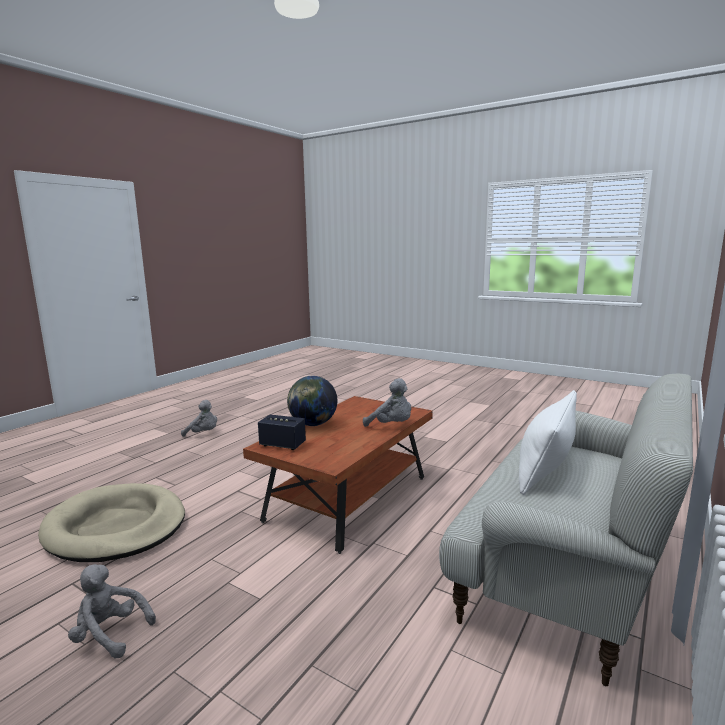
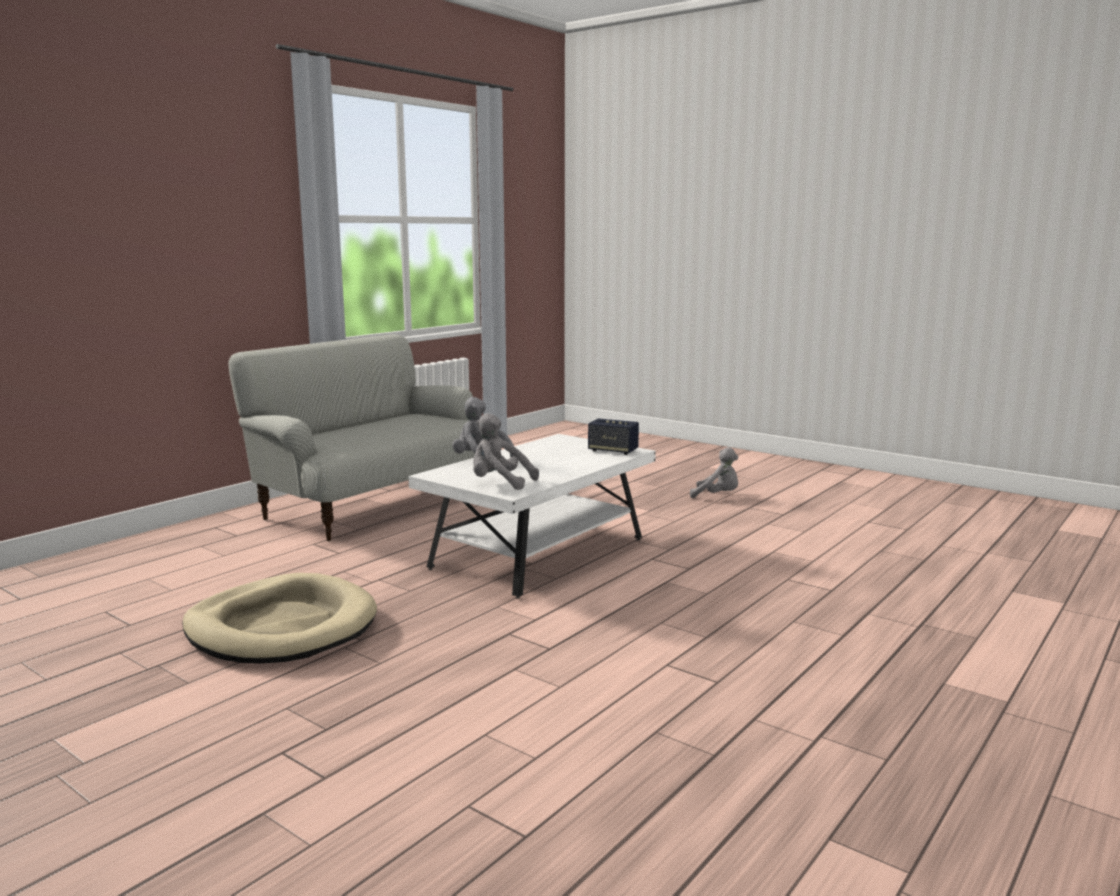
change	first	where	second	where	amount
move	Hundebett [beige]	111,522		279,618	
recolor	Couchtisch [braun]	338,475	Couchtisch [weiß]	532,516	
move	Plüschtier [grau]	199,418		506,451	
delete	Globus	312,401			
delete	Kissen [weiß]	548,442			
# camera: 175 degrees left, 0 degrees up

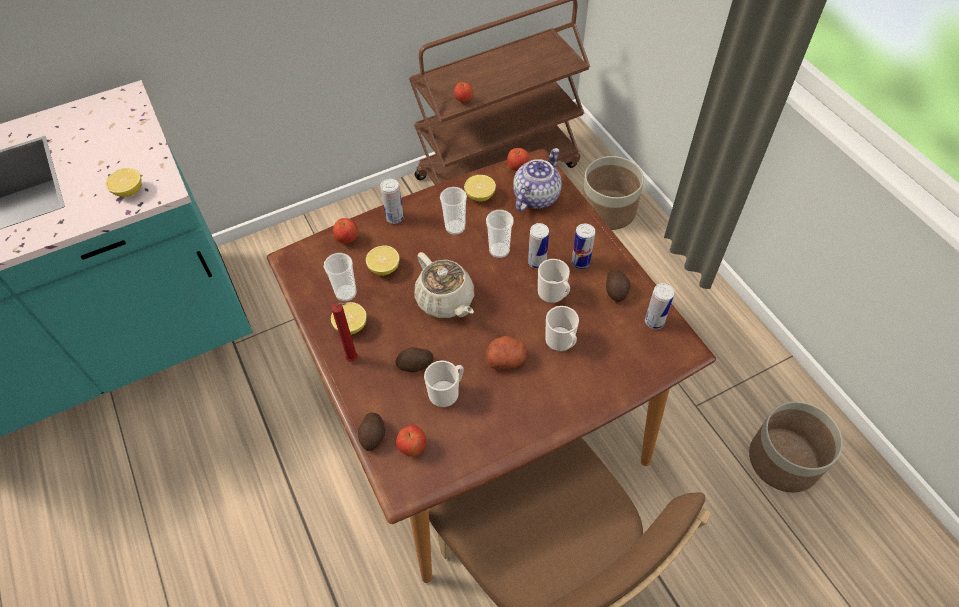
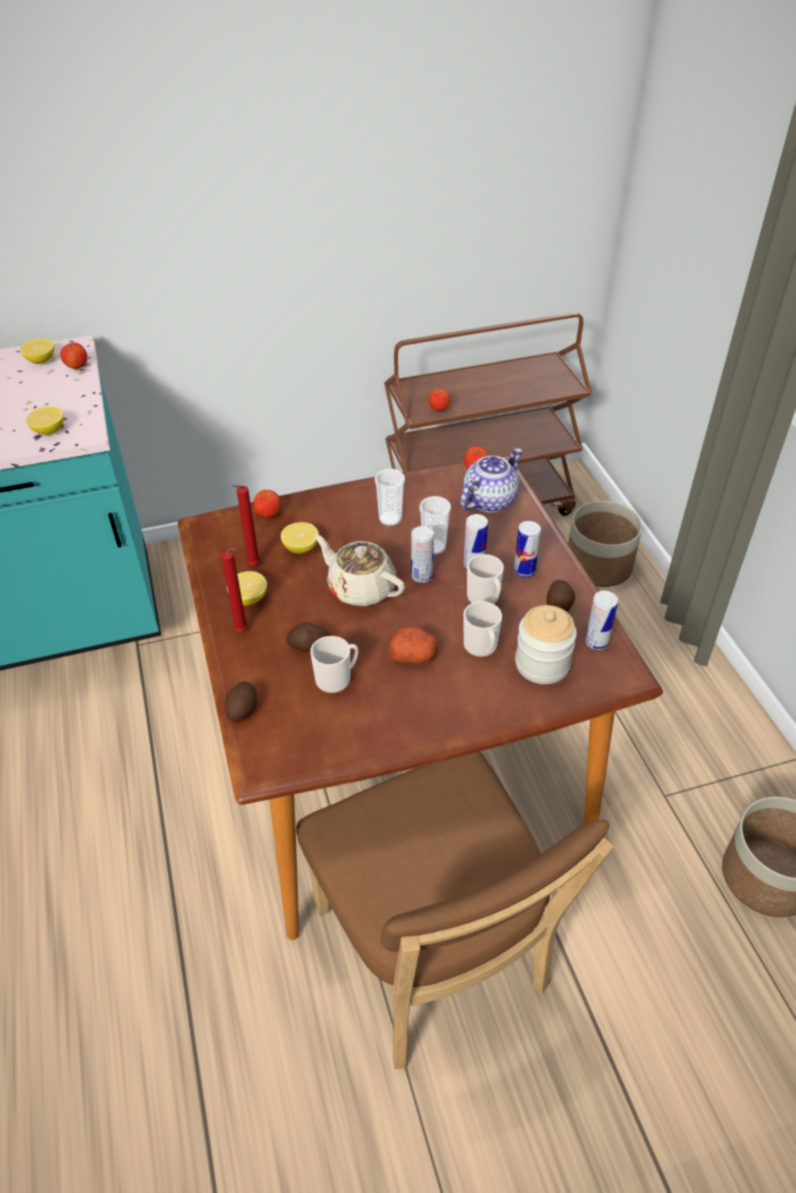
change	first	where	second	where	amount
move	Zitrone	480,188		37,351	
move	Apfel	411,441		74,356	
replace	Tasse	340,277	Kerze [rot]	246,525	
rotate	Teekanne [beige]	444,285		359,570	150 degrees clockwise
move	Dose	392,201		422,554	
insert			Vorratsglas	546,644	
# camera: 10 degrees right, 10 degrees down

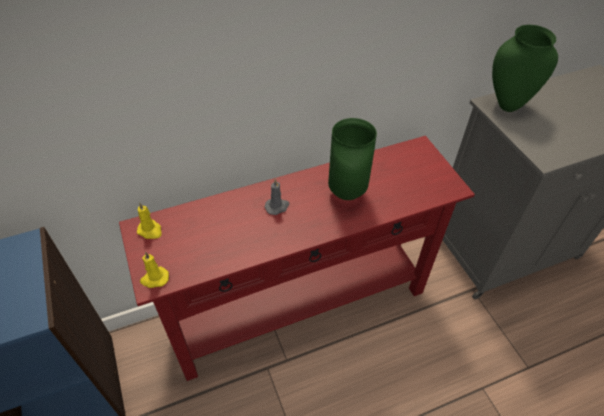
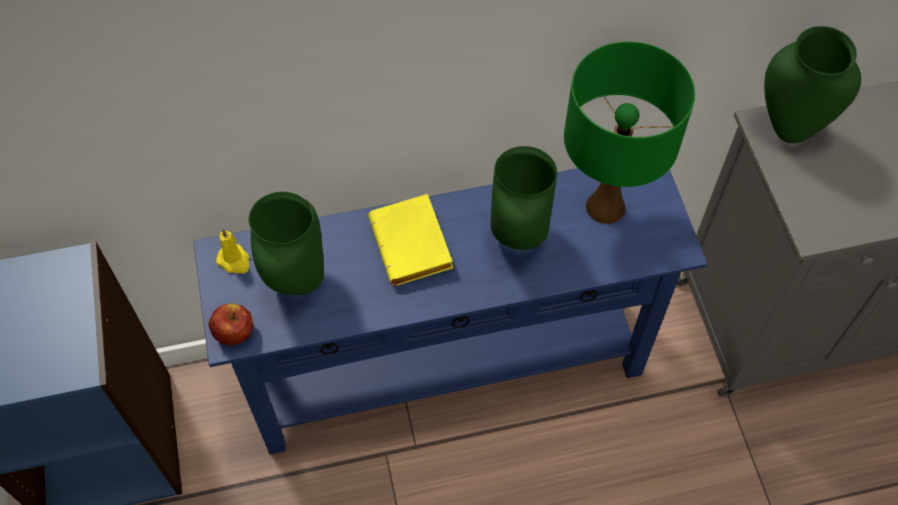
change	first	where	second	where	amount
recolor	Konsolentisch [rot]	297,258	Konsolentisch [blau]	450,311	
replace	Kerze [gelb]	154,270	Apfel	231,324	
insert			Vase [grün]	286,243	
replace	Kerze [grau]	277,197	Buch [gelb]	410,240	
insert			Tischlampe [grün]	629,133	
# camera: 10 degrees right, 10 degrees up

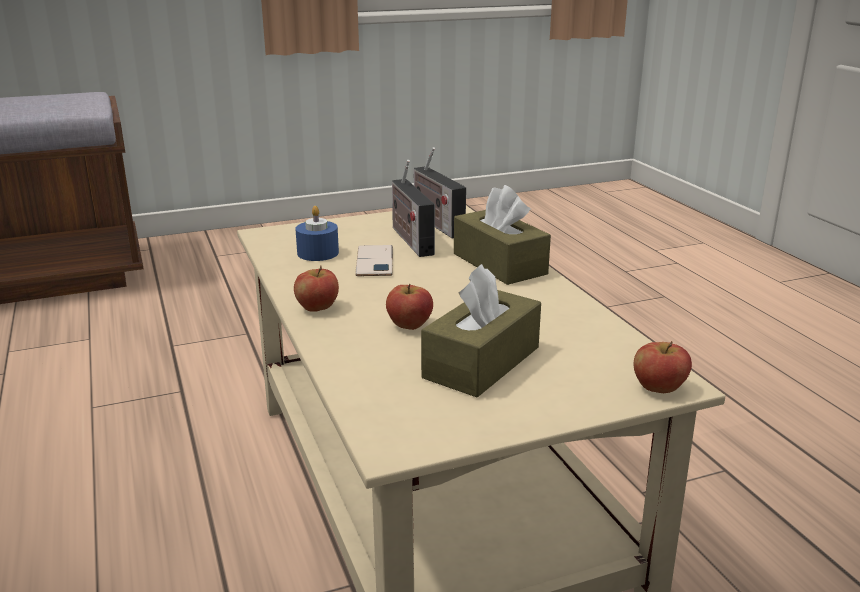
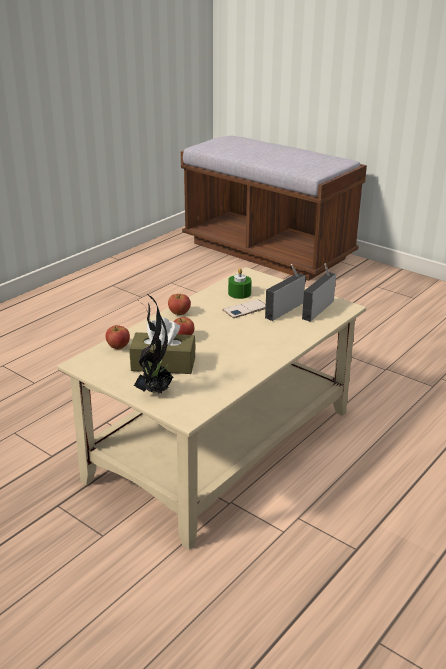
change	first	where	second	where	amount
move	Apfel	663,367		117,337	
insert			Topfpflanze	153,343	
recolor	Kerze [blau]	317,233	Kerze [grün]	240,283	
delete	Taschentuchbox [braun]	502,235			
# camera: 60 degrees right, 5 degrees up

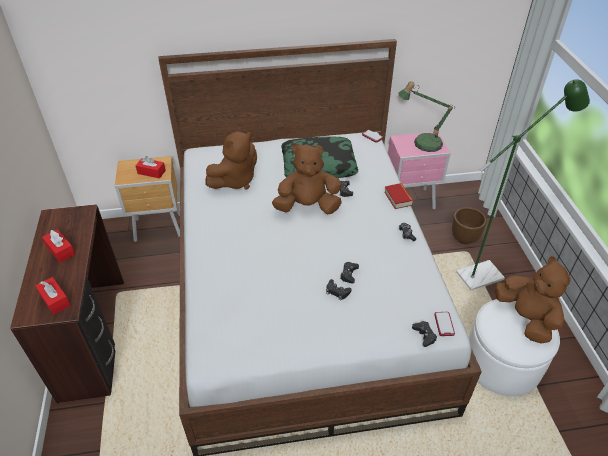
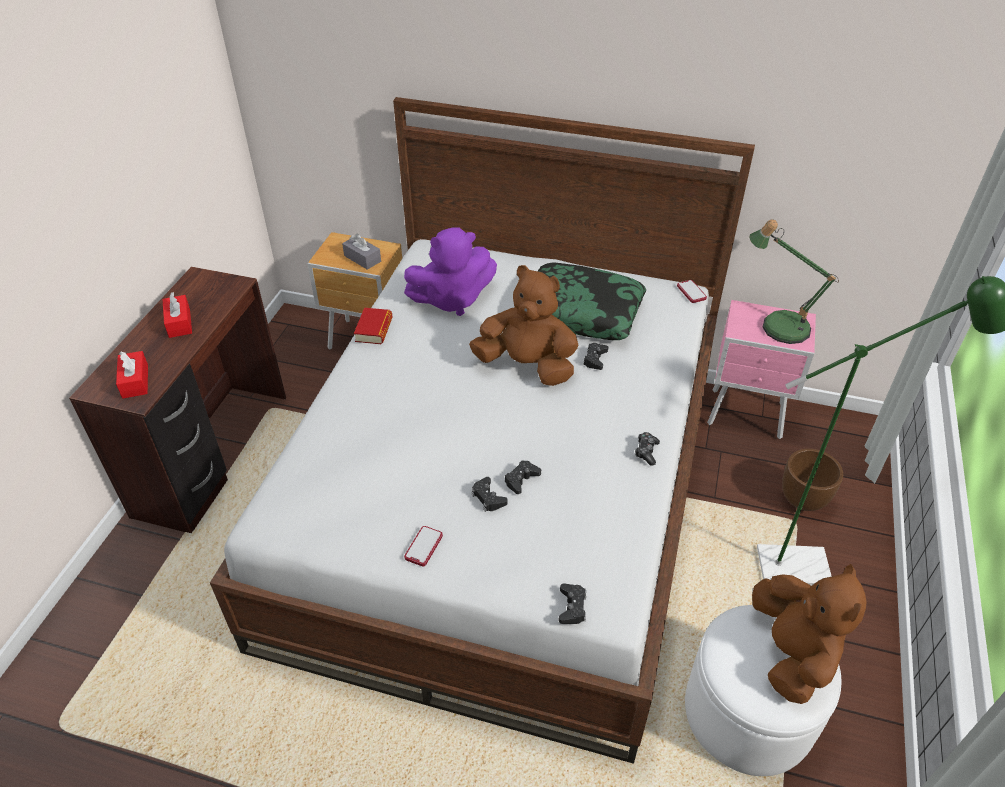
change	first	where	second	where	amount
recolor	Taschentuchbox [rot]	150,167	Taschentuchbox [grau]	361,252	
move	Buch	398,196		373,326	
recolor	Plüschtier [braun]	231,160	Plüschtier [lila]	450,271	
move	Handy	444,324		423,546	
# camera: 25 degrees right, 0 degrees up

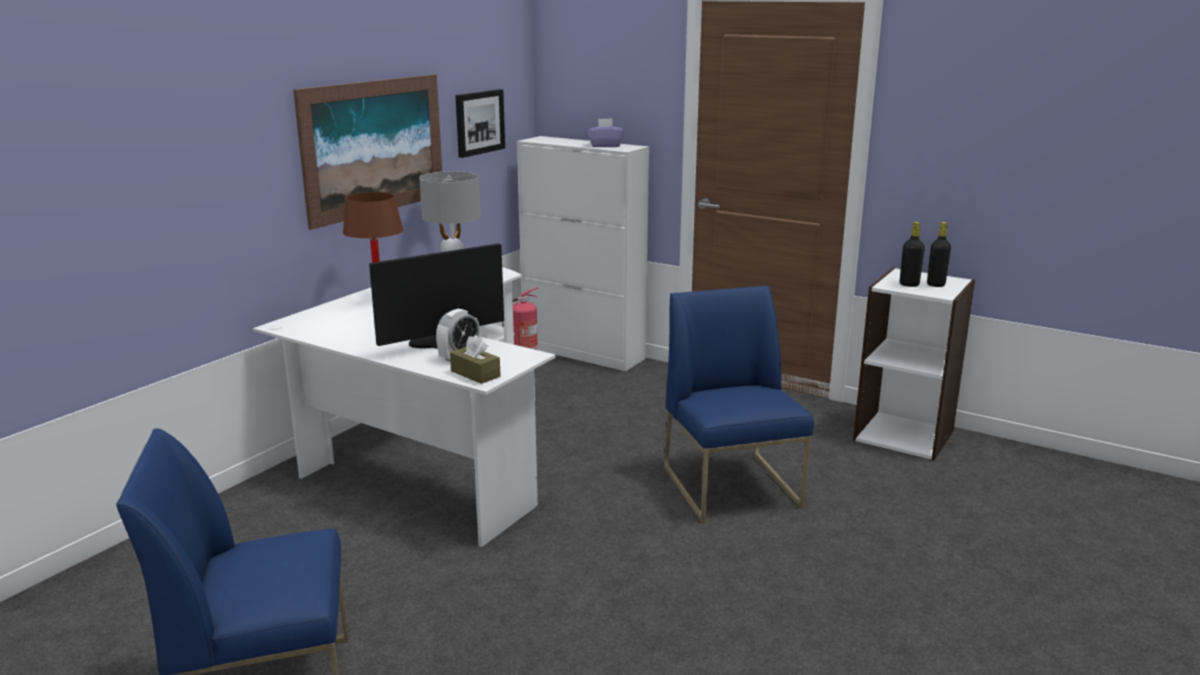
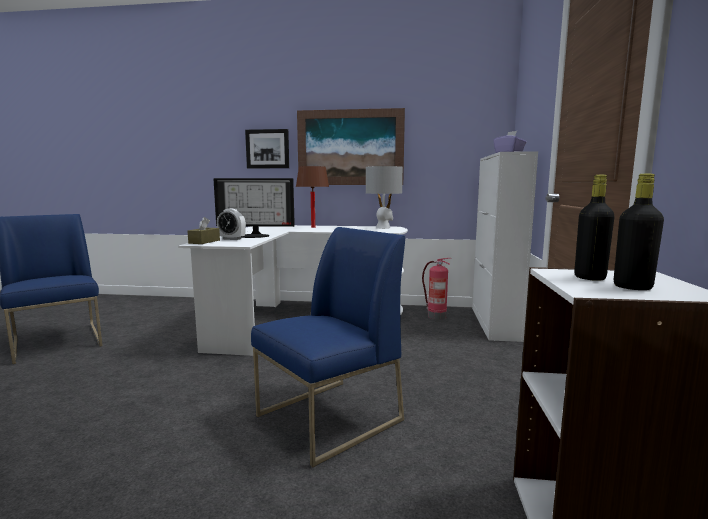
change	first	where	second	where	amount
rotate	Monitor	436,296		254,208	150 degrees clockwise
move	Bild	480,123		267,148	
# camera: 65 degrees right, 10 degrees down

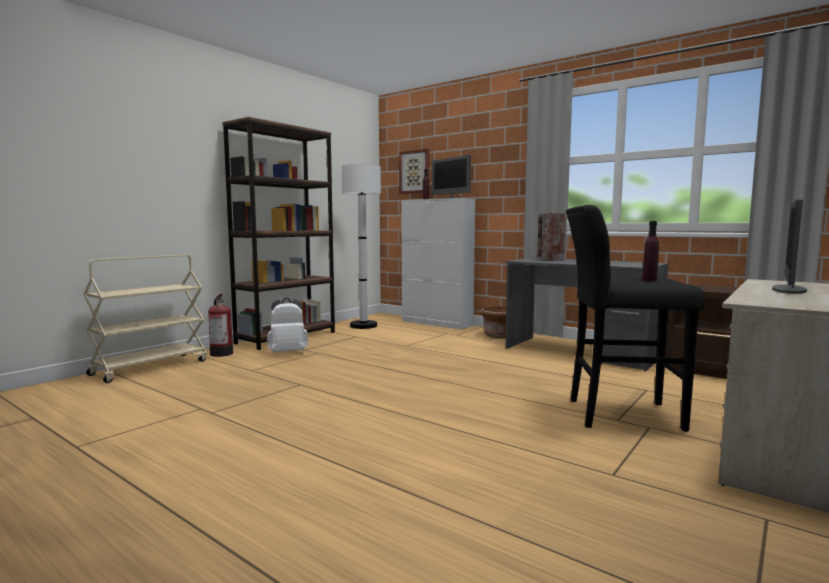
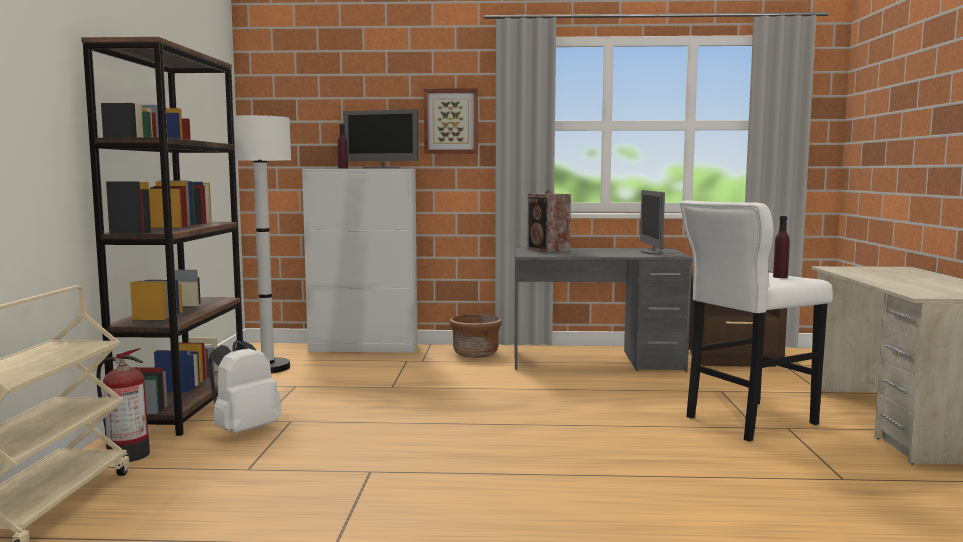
change	first	where	second	where	amount
move	Bild	414,171		451,121	
move	Monitor	789,246		652,222	
recolor	Hocker [schwarz]	635,318	Hocker [weiß]	756,320	
# camera: 35 degrees left, 0 degrees up

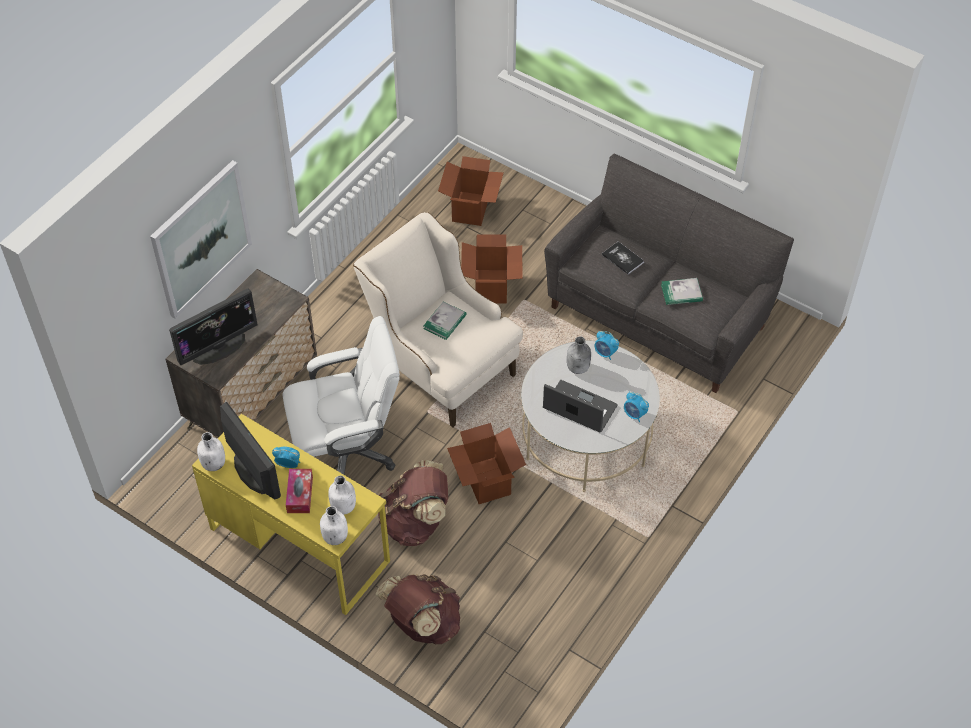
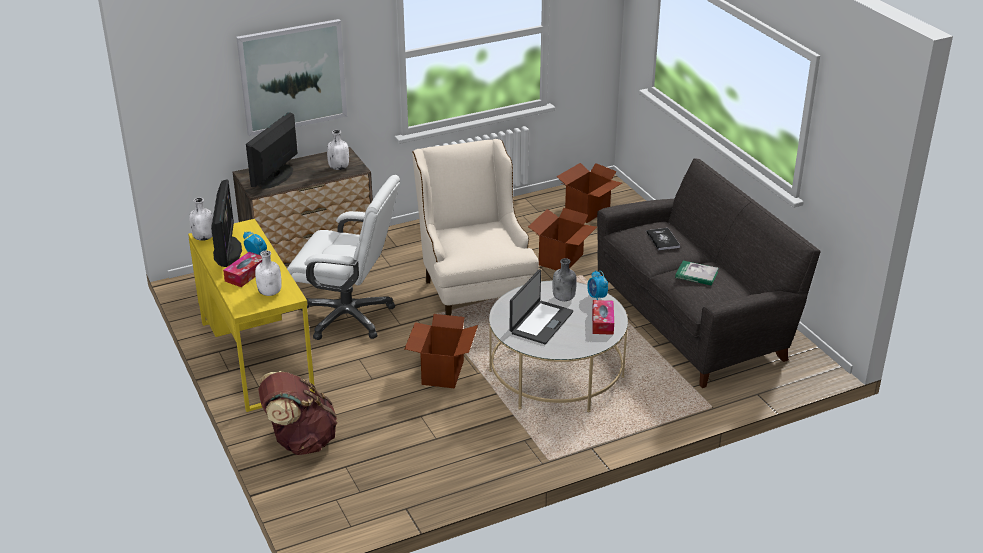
change	first	where	second	where	amount
rotate	Monitor	213,326		272,150	120 degrees clockwise
move	Flasche [weiß]	334,525		338,150	
rotate	Laptop	580,406		541,306	60 degrees clockwise
insert			Taschentuchbox	603,317	
delete	Rucksack [braun]	413,503			
delete	Buch	444,321			
delete	Wecker	636,407			
# camera: 30 degrees right, 20 degrees down

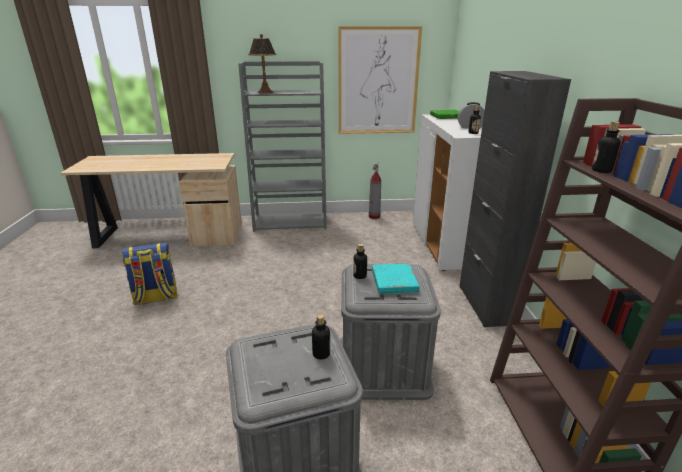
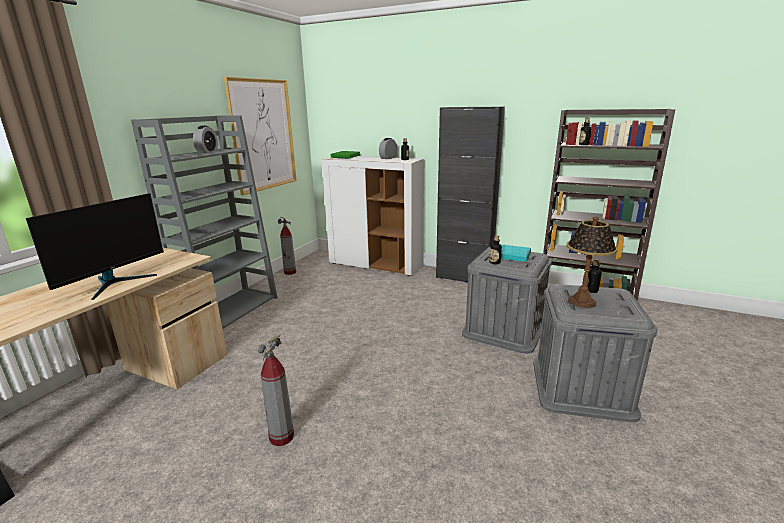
change	first	where	second	where	amount
insert			Monitor	95,246	
insert			Wecker	205,139	
replace	Rucksack	149,274	Feuerlöscher	276,390	
move	Tischlampe	262,64		591,262	
# camera: 60 degrees left, 5 degrees down

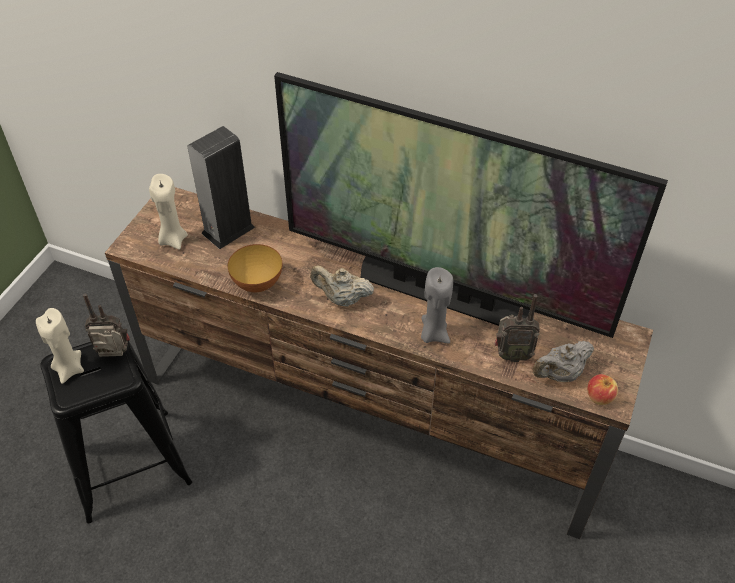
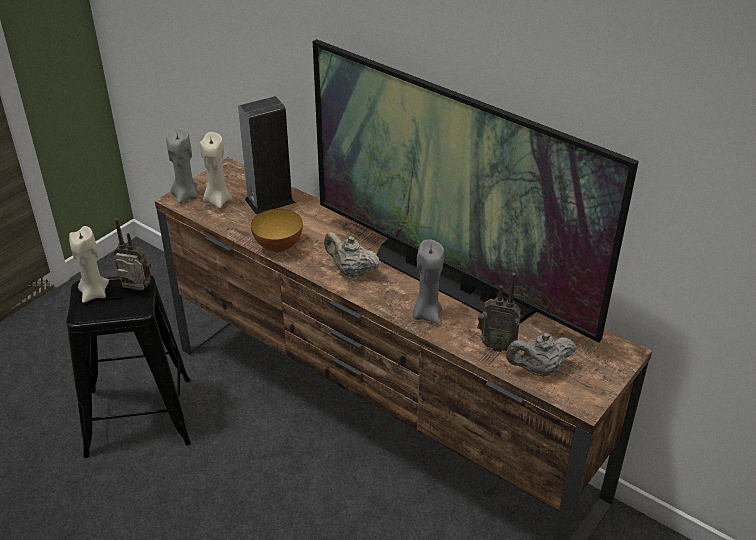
change	first	where	second	where	amount
insert			Kerze [grau]	182,166	
delete	Apfel	602,389			
# camera: 15 degrees right, 10 degrees down

